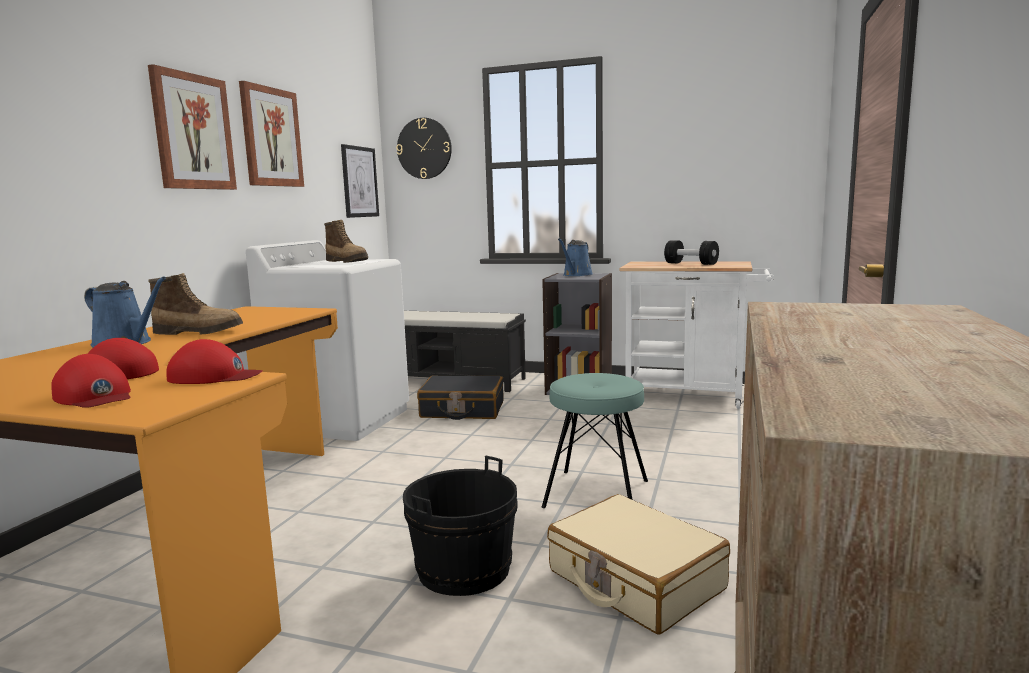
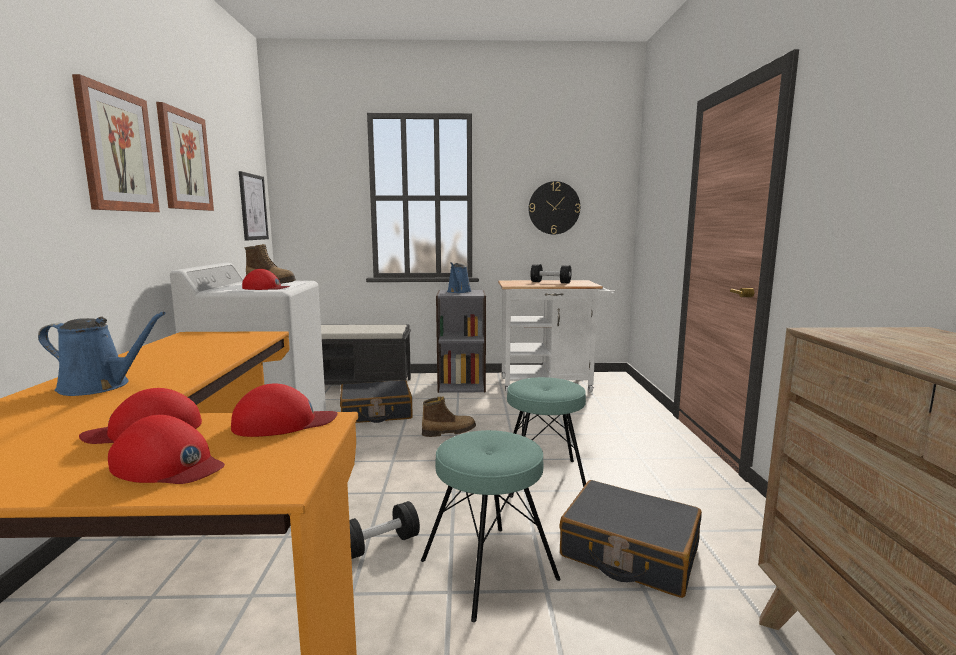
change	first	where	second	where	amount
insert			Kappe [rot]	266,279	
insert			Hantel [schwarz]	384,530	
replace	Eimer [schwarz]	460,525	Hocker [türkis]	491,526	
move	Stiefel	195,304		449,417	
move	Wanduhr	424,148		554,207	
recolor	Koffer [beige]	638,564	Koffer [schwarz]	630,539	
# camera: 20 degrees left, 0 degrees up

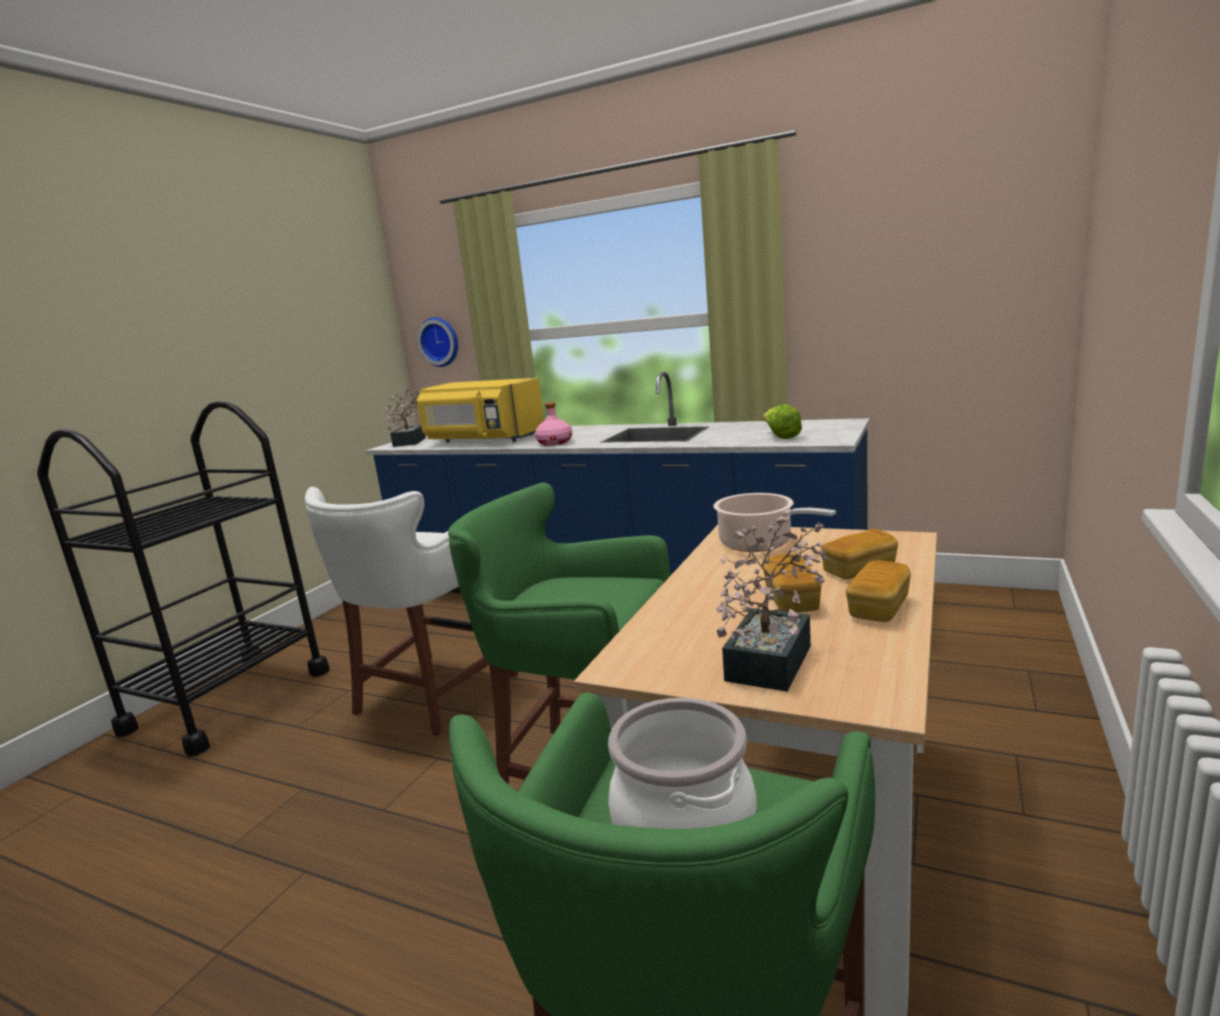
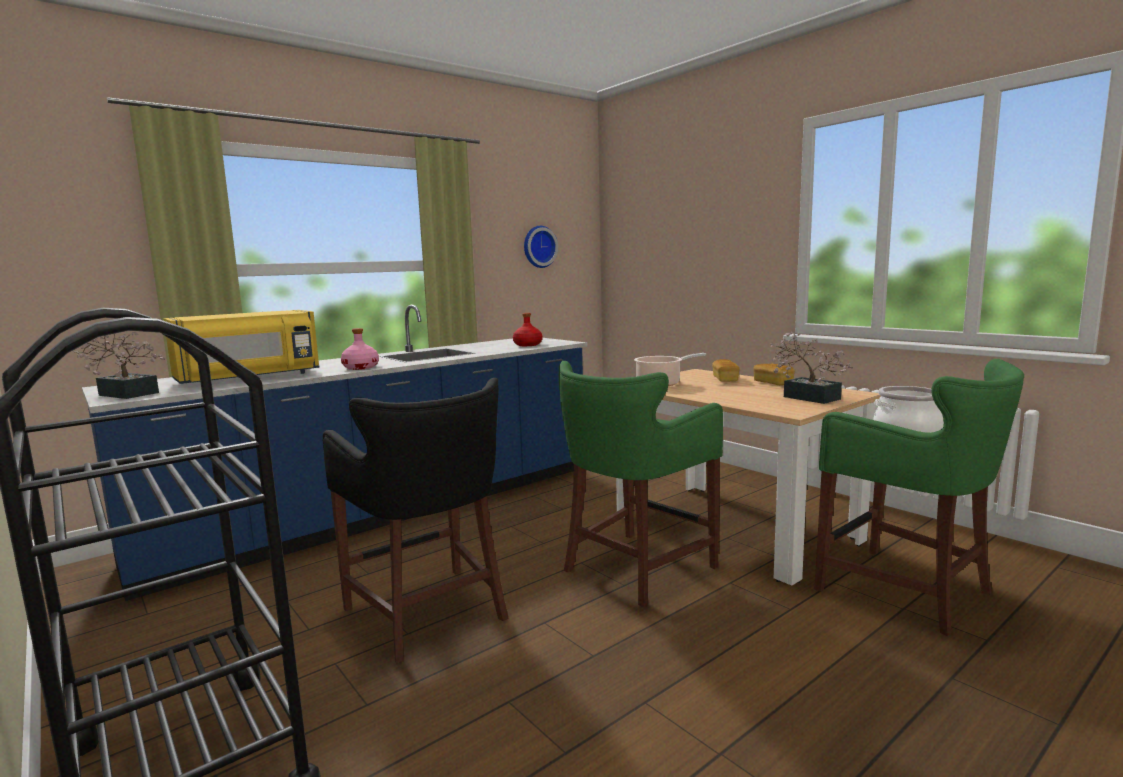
change	first	where	second	where	amount
recolor	Hocker [weiß]	411,611	Hocker [schwarz]	416,521	
replace	Salatkopf	782,421	Flasche [rot]	527,329	
move	Wanduhr	437,342		541,247	
delete	Brot	792,583			
# camera: 65 degrees left, 5 degrees down

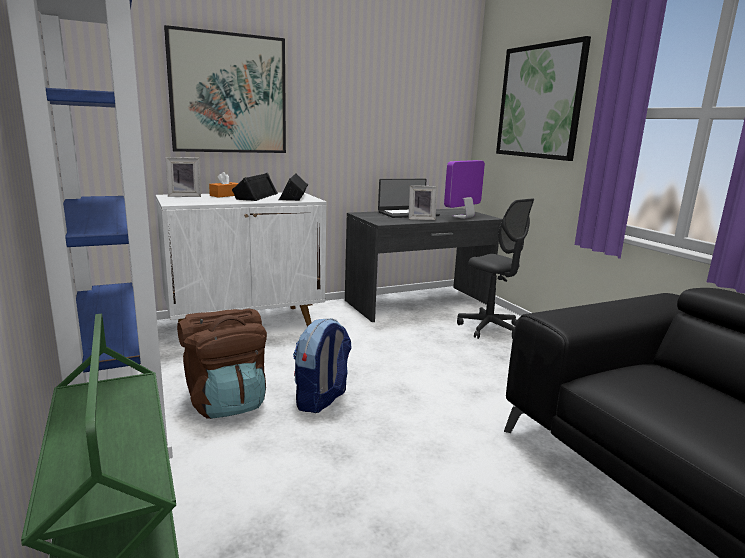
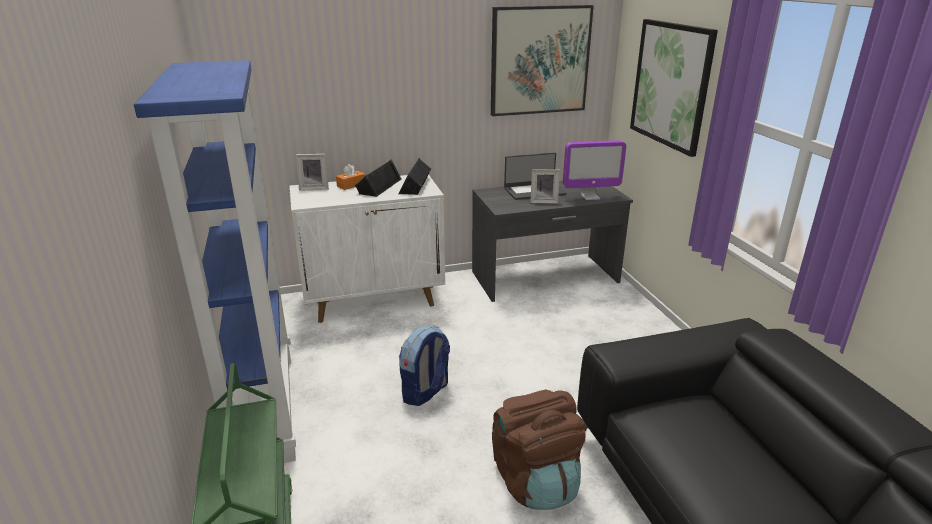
change	first	where	second	where	amount
move	Bild	225,89		542,60	
move	Rucksack [braun]	222,364		539,449	
rotate	Monitor	464,189		594,170	150 degrees counterclockwise
delete	Bürostuhl [grau]	495,268			
# camera: 10 degrees right, 10 degrees up

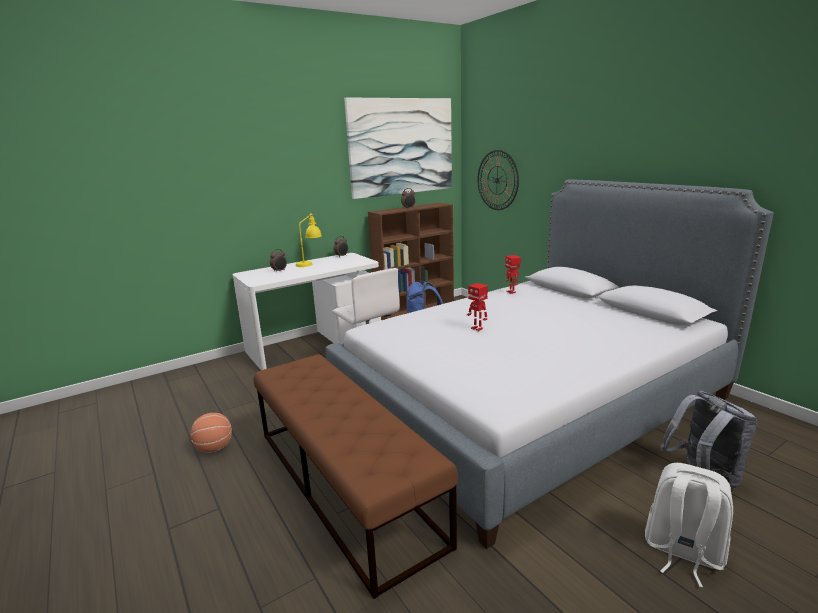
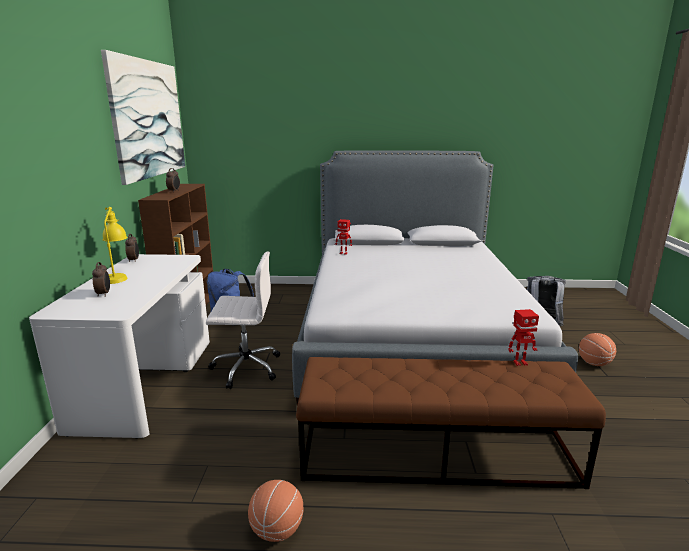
change	first	where	second	where	amount
move	Spielzeugroboter	477,307		523,337	
replace	Rucksack [weiß]	689,525	Basketball	597,349	
delete	Wanduhr	498,180			
# camera: 55 degrees left, 0 degrees up

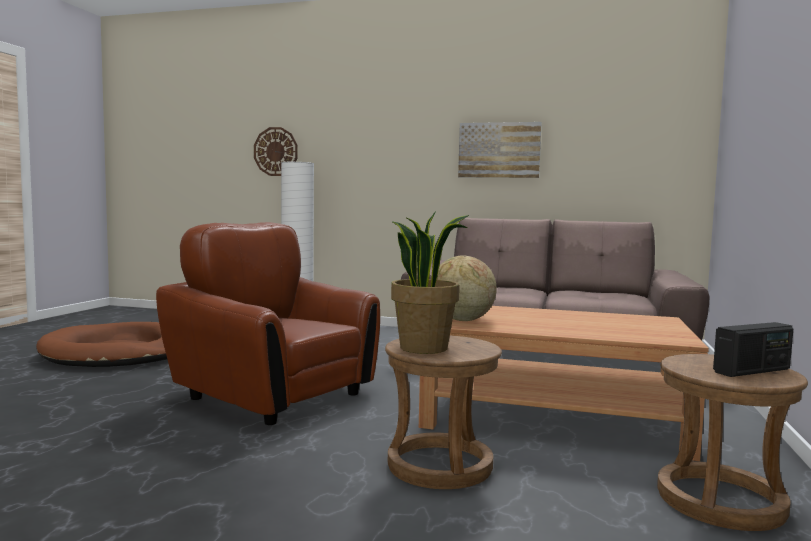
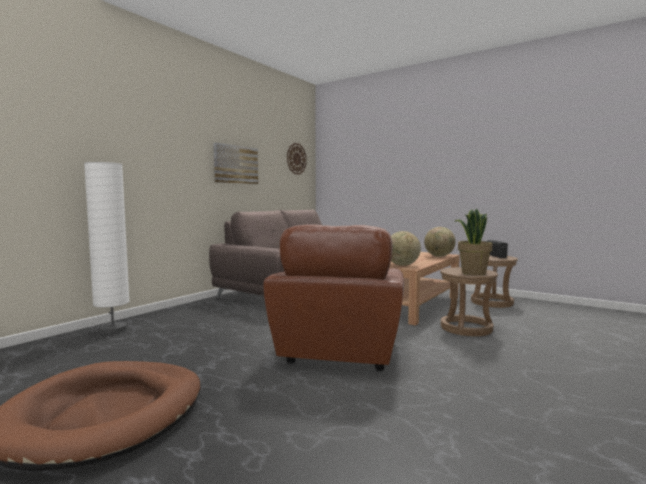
change	first	where	second	where	amount
rotate	Sessel [braun]	268,323		334,297	45 degrees counterclockwise
move	Wanduhr	276,151		297,159	
insert			Globus	440,242	
# camera: 70 degrees left, 0 degrees up

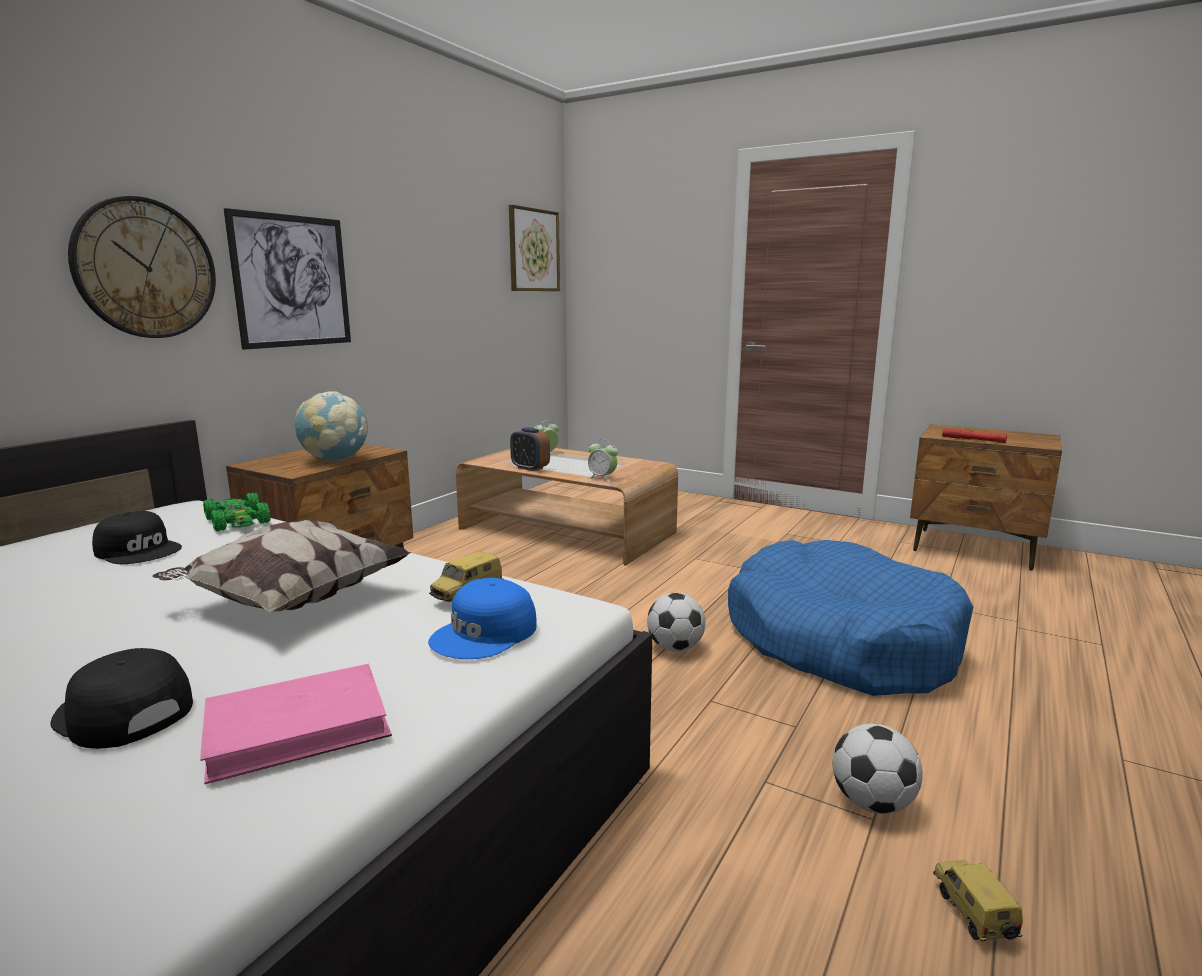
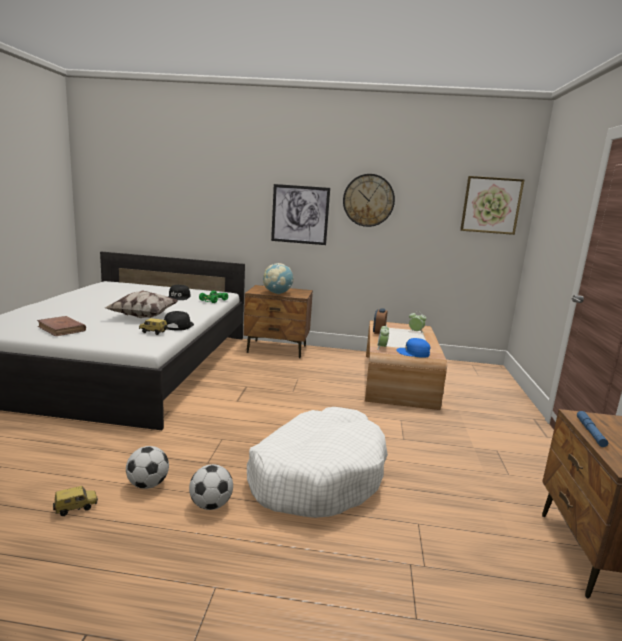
change	first	where	second	where	amount
recolor	Buch [rosa]	296,724	Buch [braun]	61,326	
move	Kappe [schwarz]	122,698		179,321	
move	Fußball	676,622		211,487	
recolor	Hundebett [blau]	850,618	Hundebett [weiß]	317,462	
move	Wanduhr	142,267		369,200	
move	Kappe [blau]	482,618		413,348	
recolor	Taschenlampe [rot]	974,435	Taschenlampe [blau]	592,429	
# camera: 65 degrees right, 0 degrees up

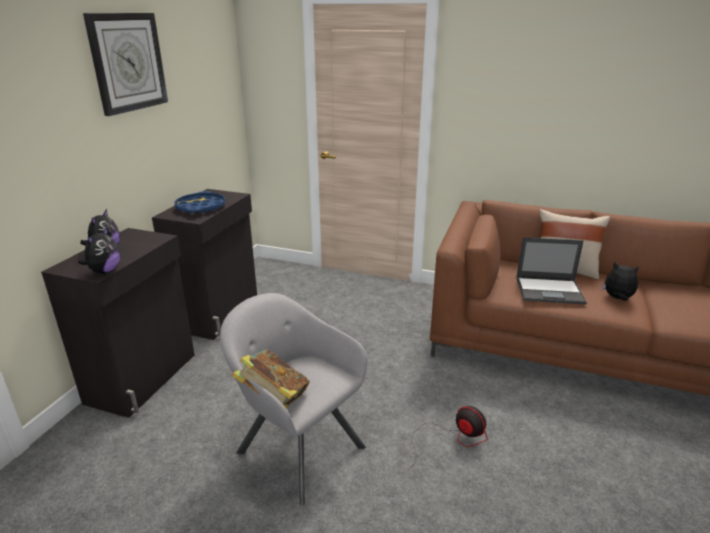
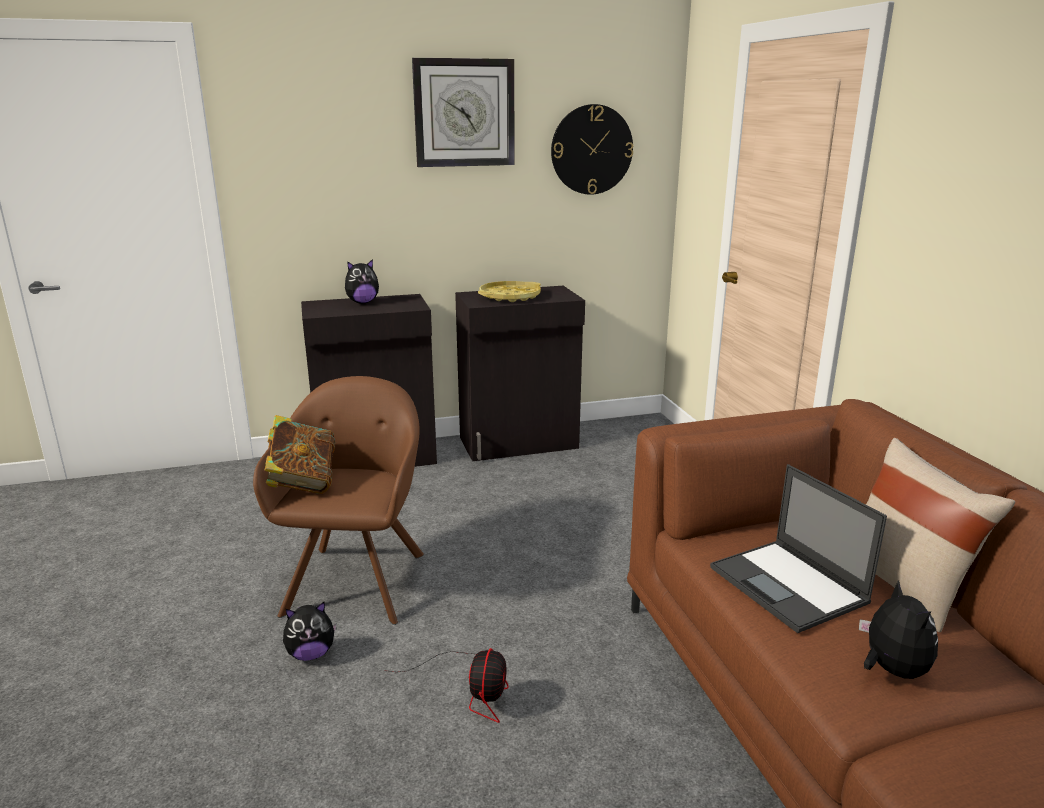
change	first	where	second	where	amount
recolor	Sessel [grau]	294,399	Sessel [braun]	338,500	
move	Plüschtier	99,250		310,631	
recolor	Tablett [blau]	199,202	Tablett [gelb]	509,291	
insert			Wanduhr	592,149	
# camera: 55 degrees right, 5 degrees down

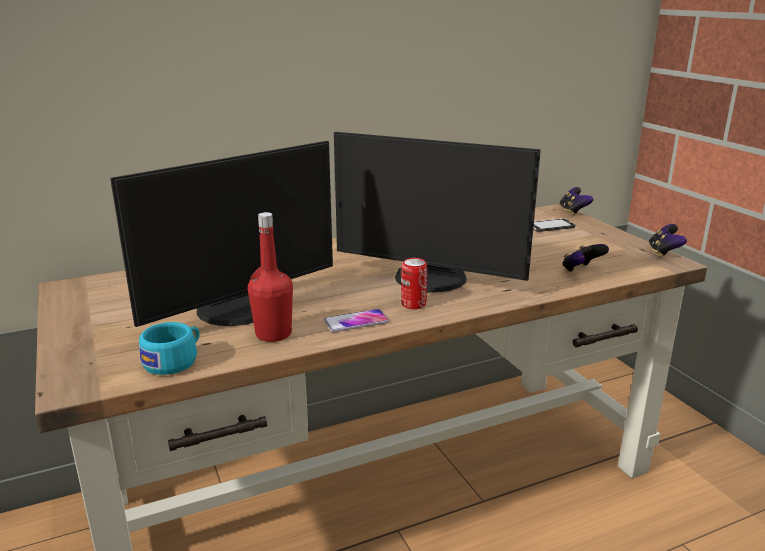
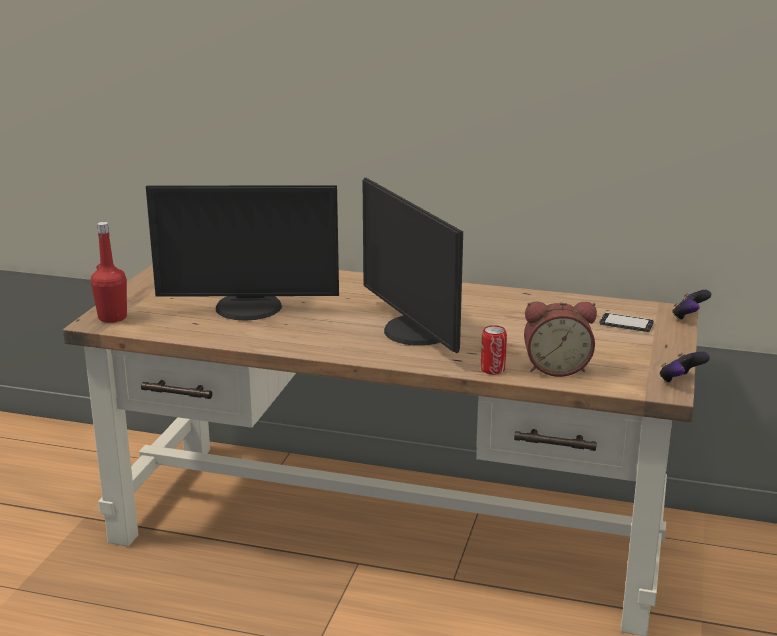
change	first	where	second	where	amount
move	Flasche [rot]	270,277		109,272	
move	Dose	414,283		494,350	
replace	Gamepad	585,258	Wecker	560,339	
delete	Tasse [türkis]	169,348			
delete	Handy	356,320			
# camera: 40 degrees right, 0 degrees up

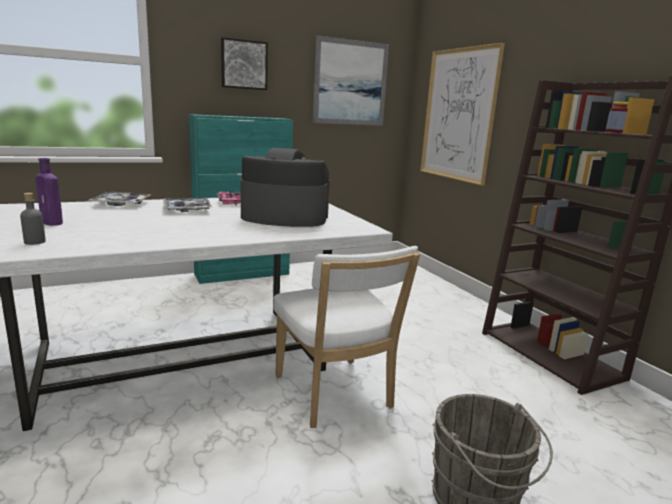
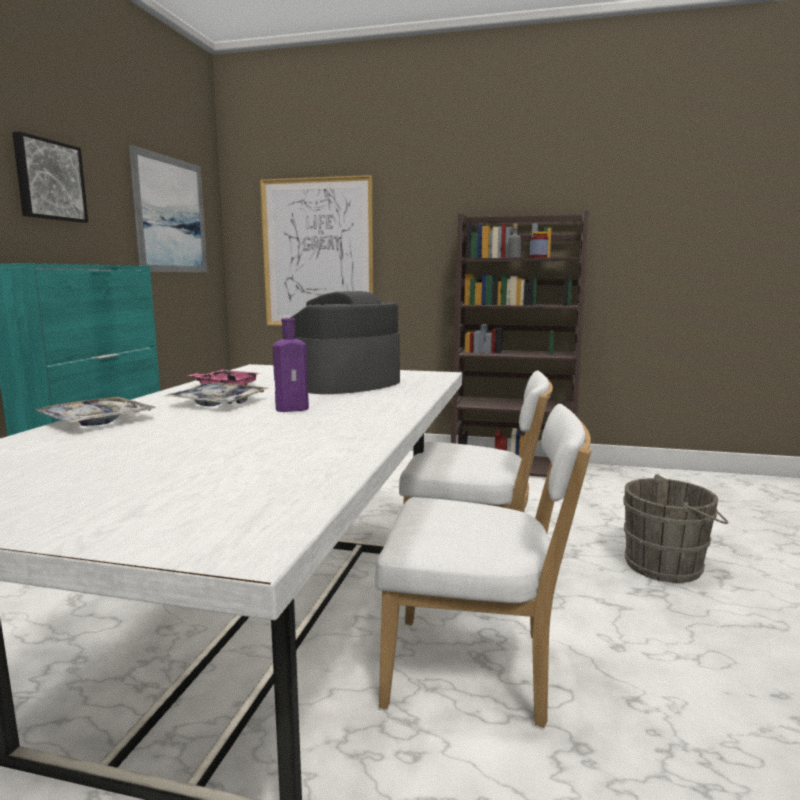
change	first	where	second	where	amount
move	Flasche [lila]	49,192		291,365	
insert			Stuhl [weiß]	483,566	
move	Flasche [grau]	33,219		514,240	
# camera: 50 degrees left, 5 degrees down

